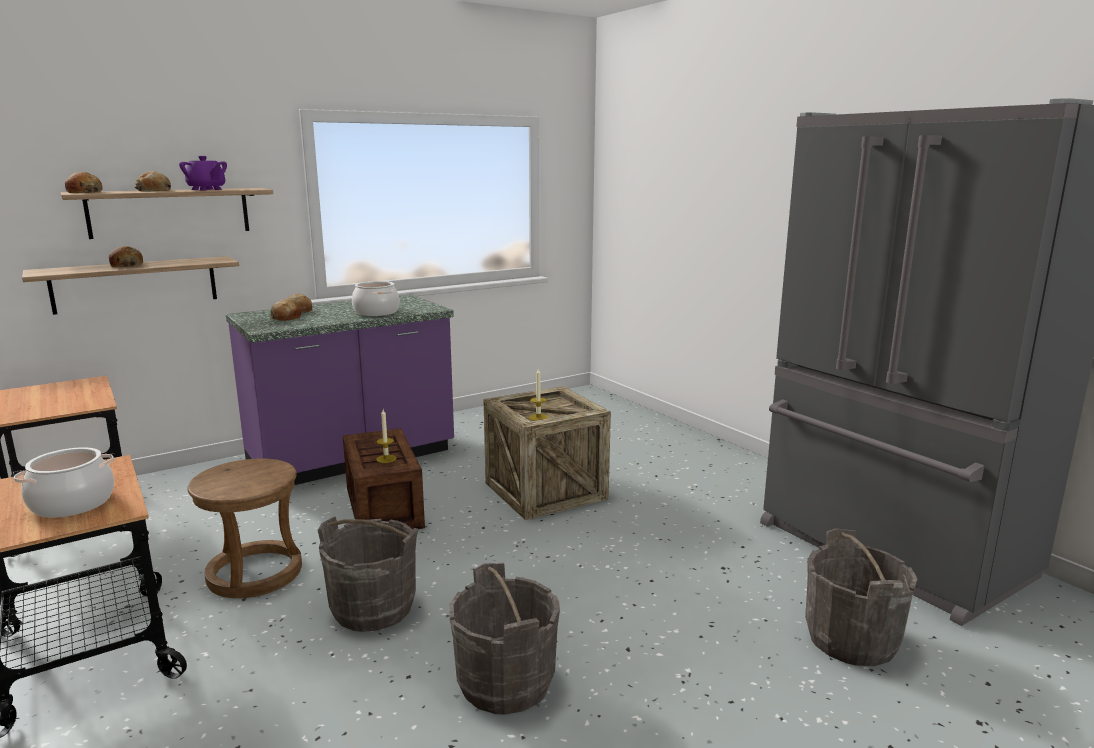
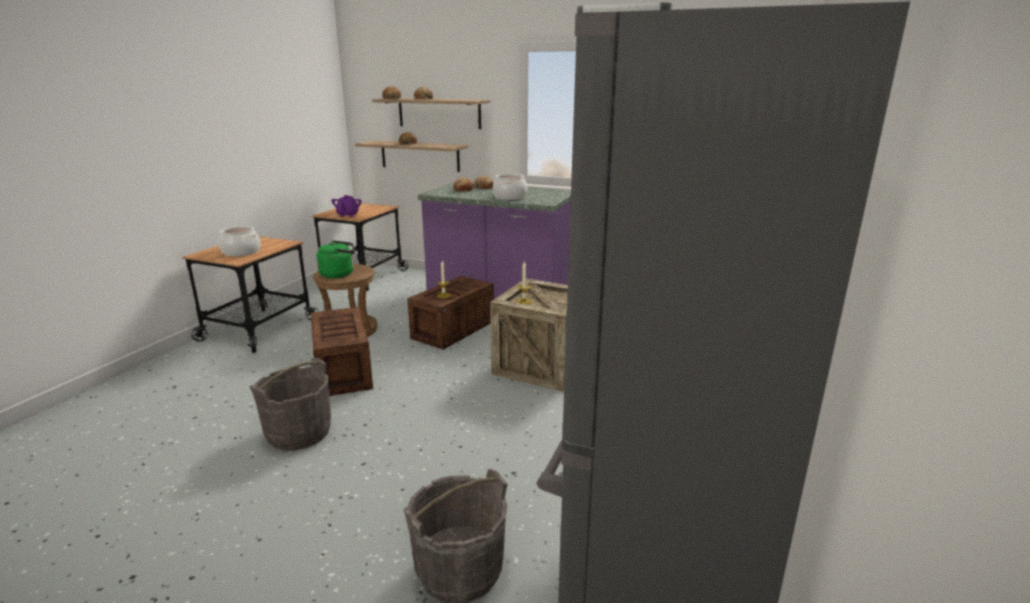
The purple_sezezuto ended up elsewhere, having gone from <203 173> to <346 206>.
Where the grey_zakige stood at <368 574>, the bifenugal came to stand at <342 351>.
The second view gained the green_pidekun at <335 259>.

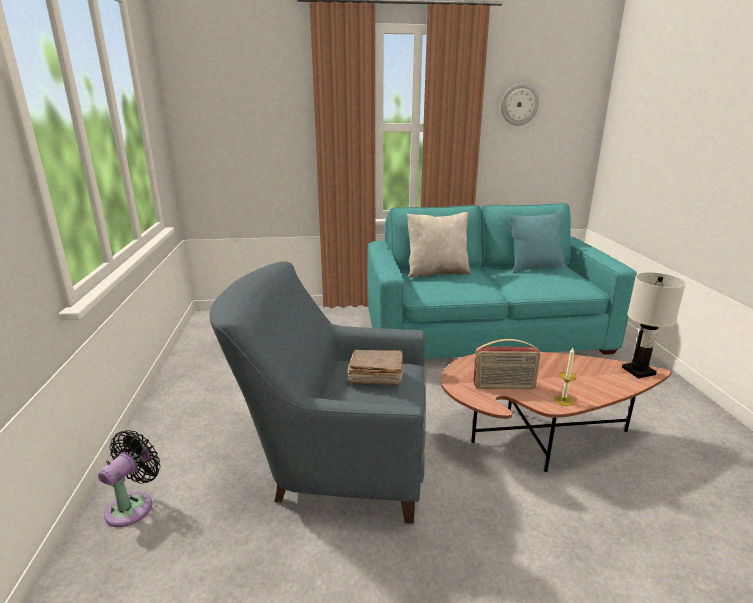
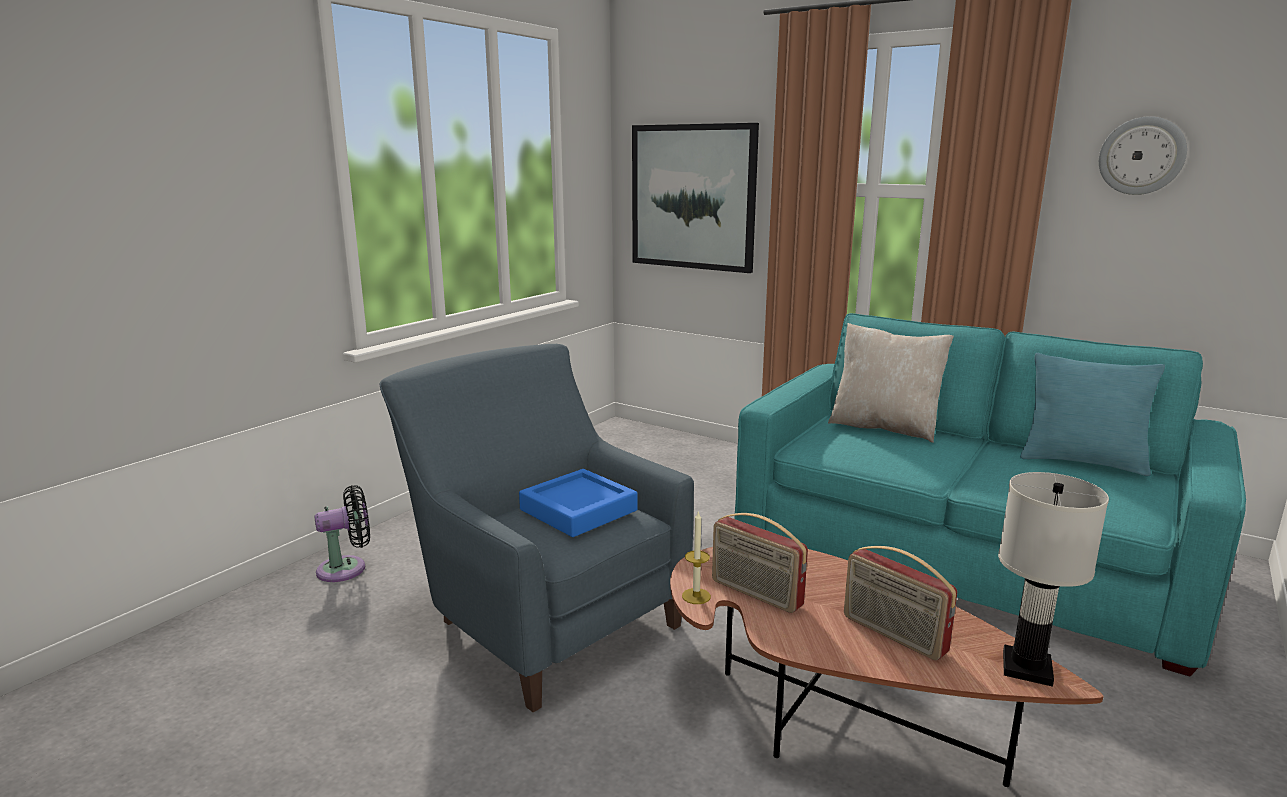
Where the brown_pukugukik stood at <375 367>, the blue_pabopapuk came to stand at <578 503>.
The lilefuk ended up elsewhere, having gone from <565 377> to <696 557>.
The second view gained the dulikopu at <695 198>.
The second view gained the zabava at <900 603>.

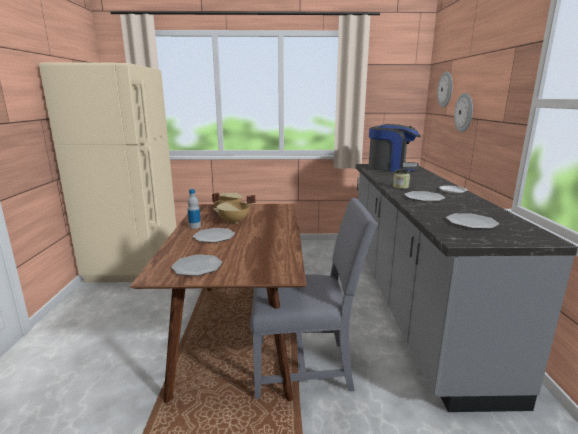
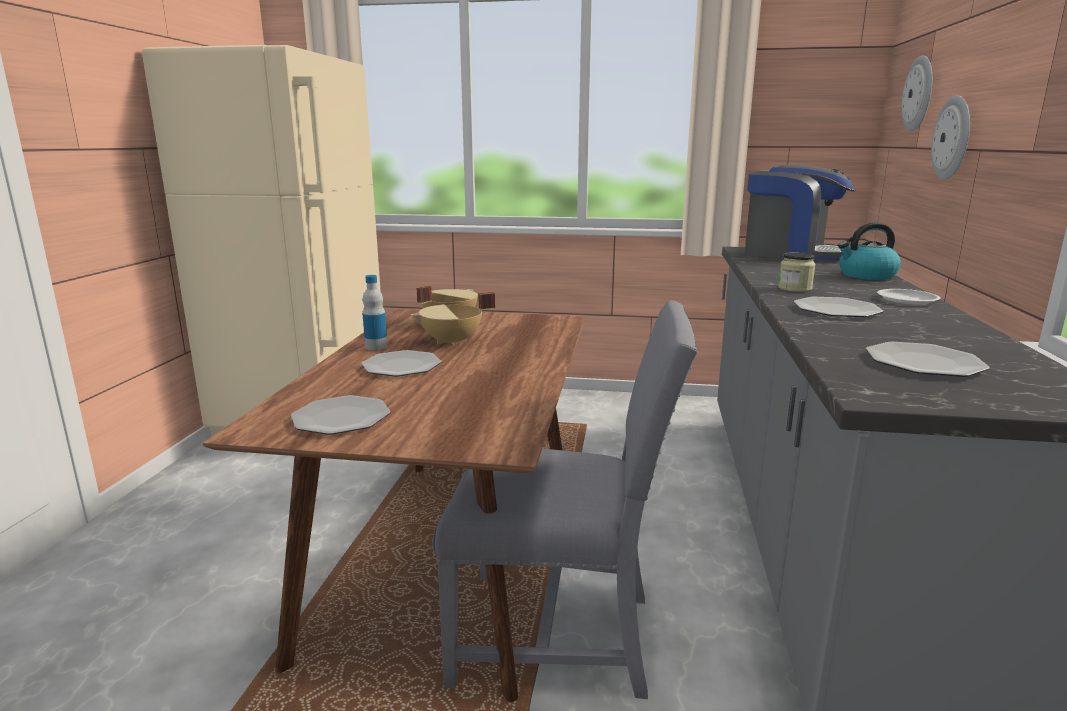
The second view gained the pidekun at <869 251>.

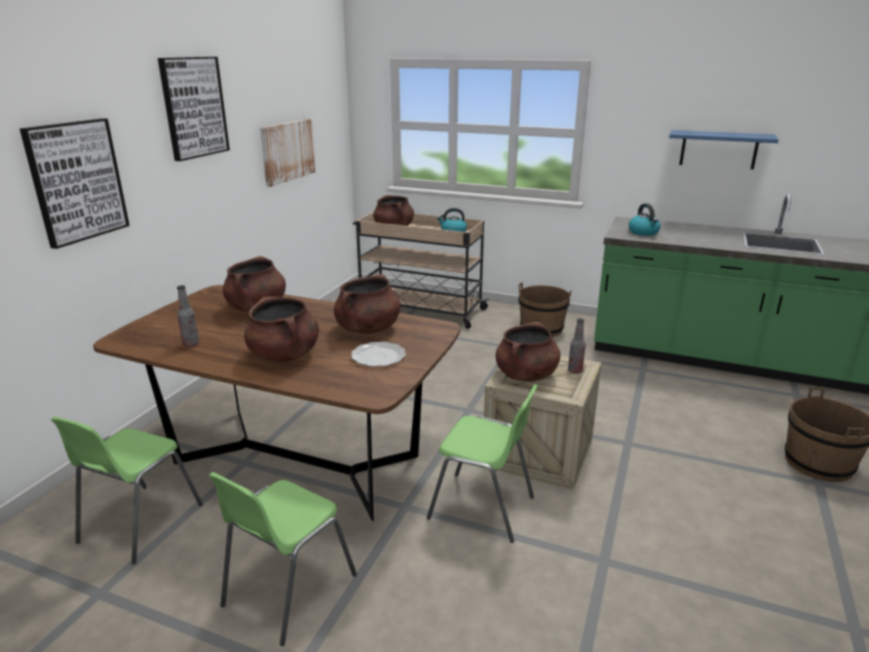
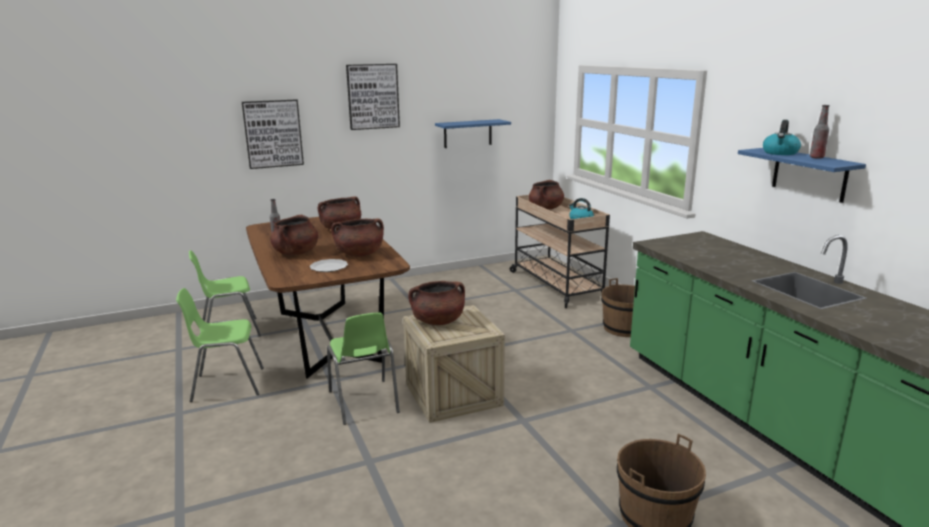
Where the dulikopu hung at <288 153>, the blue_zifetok came to hang at <473 133>.
The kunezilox ended up elsewhere, having gone from <577 346> to <820 132>.
The pidekun ended up elsewhere, having gone from <645 219> to <782 137>.

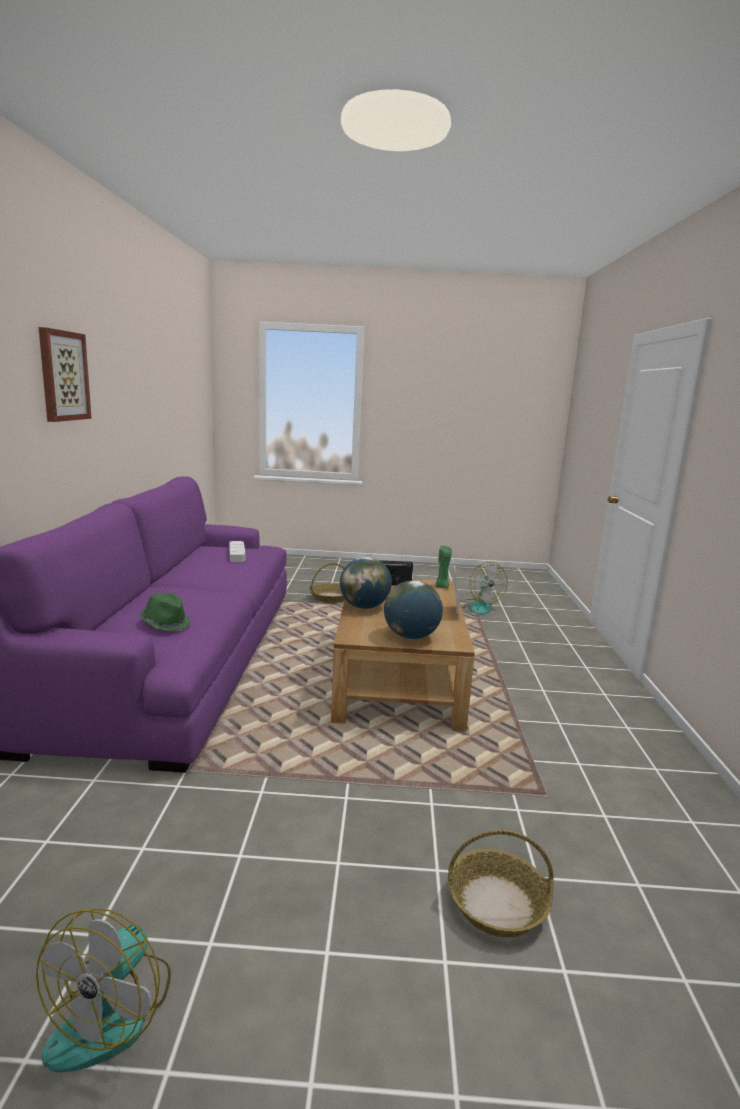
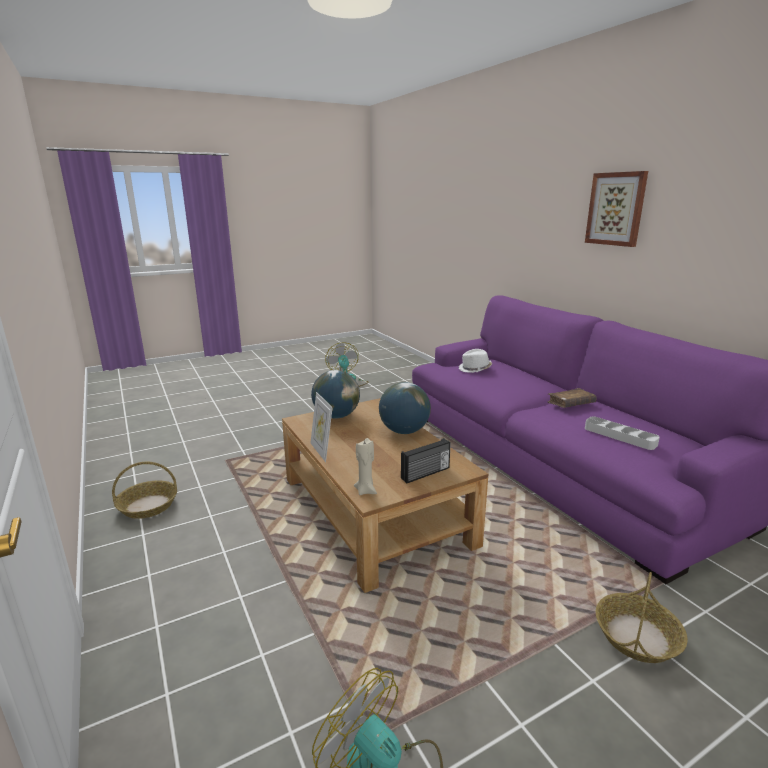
What was the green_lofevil at <165 612> turned into the white_lofevil at <475 361>.
What was the green_lilefuk at <443 567> turned into the beige_lilefuk at <365 466>.
The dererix ended up elsewhere, having gone from <500 884> to <144 490>.
The second view gained the brown_pukugukik at <572 398>.

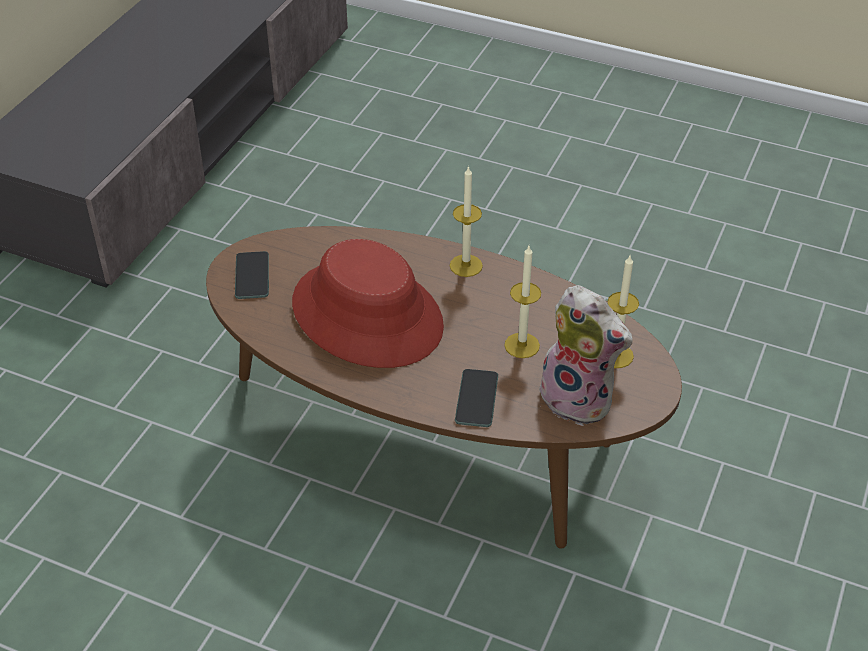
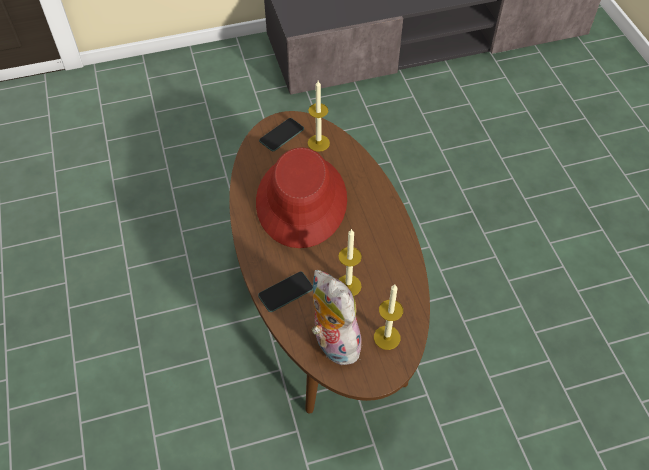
The lilefuk ended up elsewhere, having gone from <466 221> to <318 116>.
The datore at <583 355> ended up facing another way, 150 degrees clockwise from before.

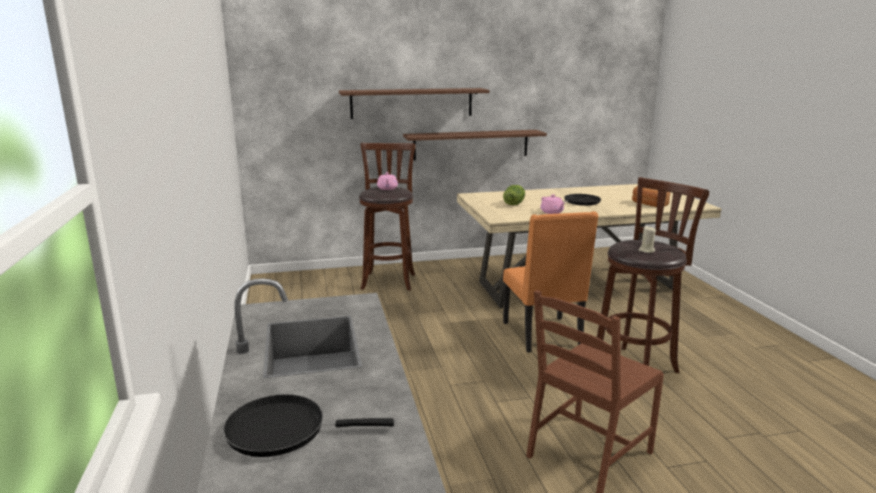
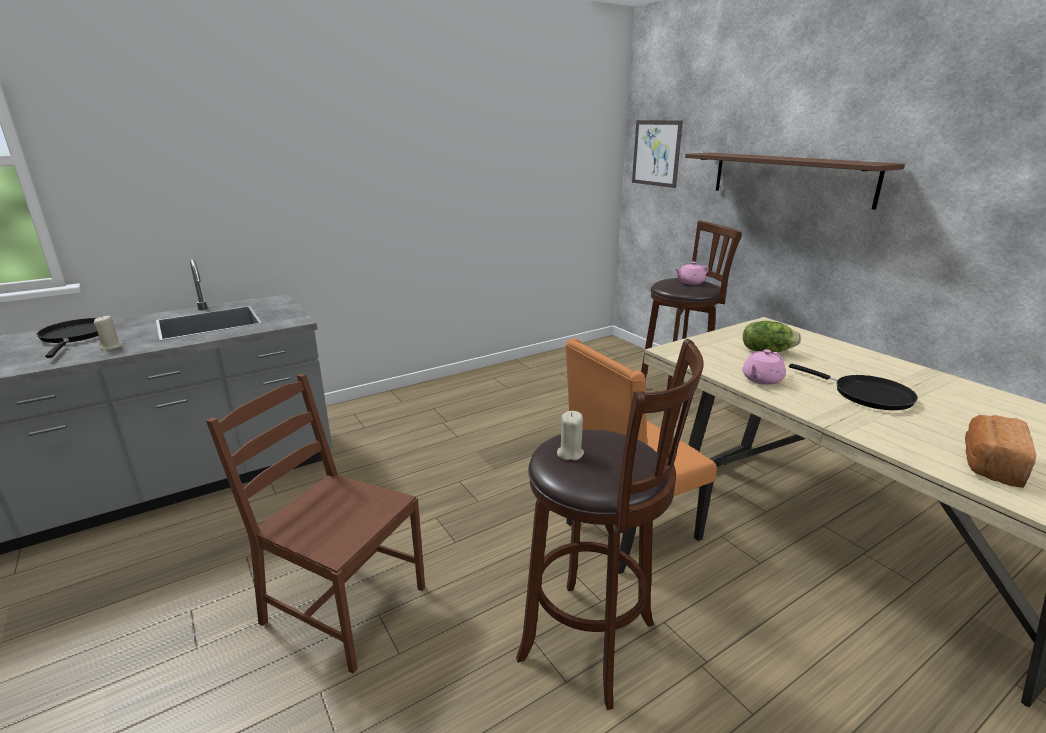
The second view lost the brown_zifetok at <475 145>.
The second view gained the beige_lilefuk at <108 332>.
The second view gained the dulikopu at <657 154>.

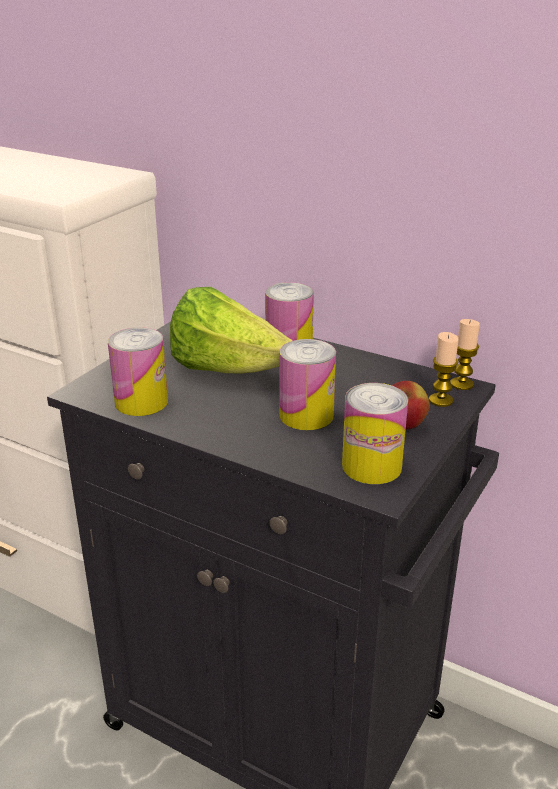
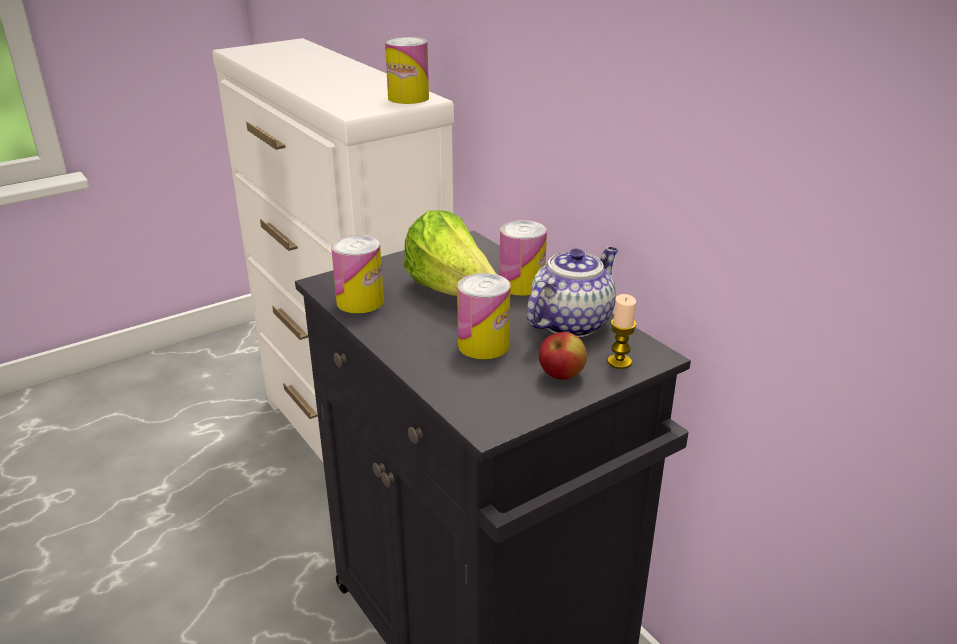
The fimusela ended up elsewhere, having gone from <375 433> to <407 70>.
The second view lost the lilefuk at <465 354>.
The second view gained the sezezuto at <572 292>.

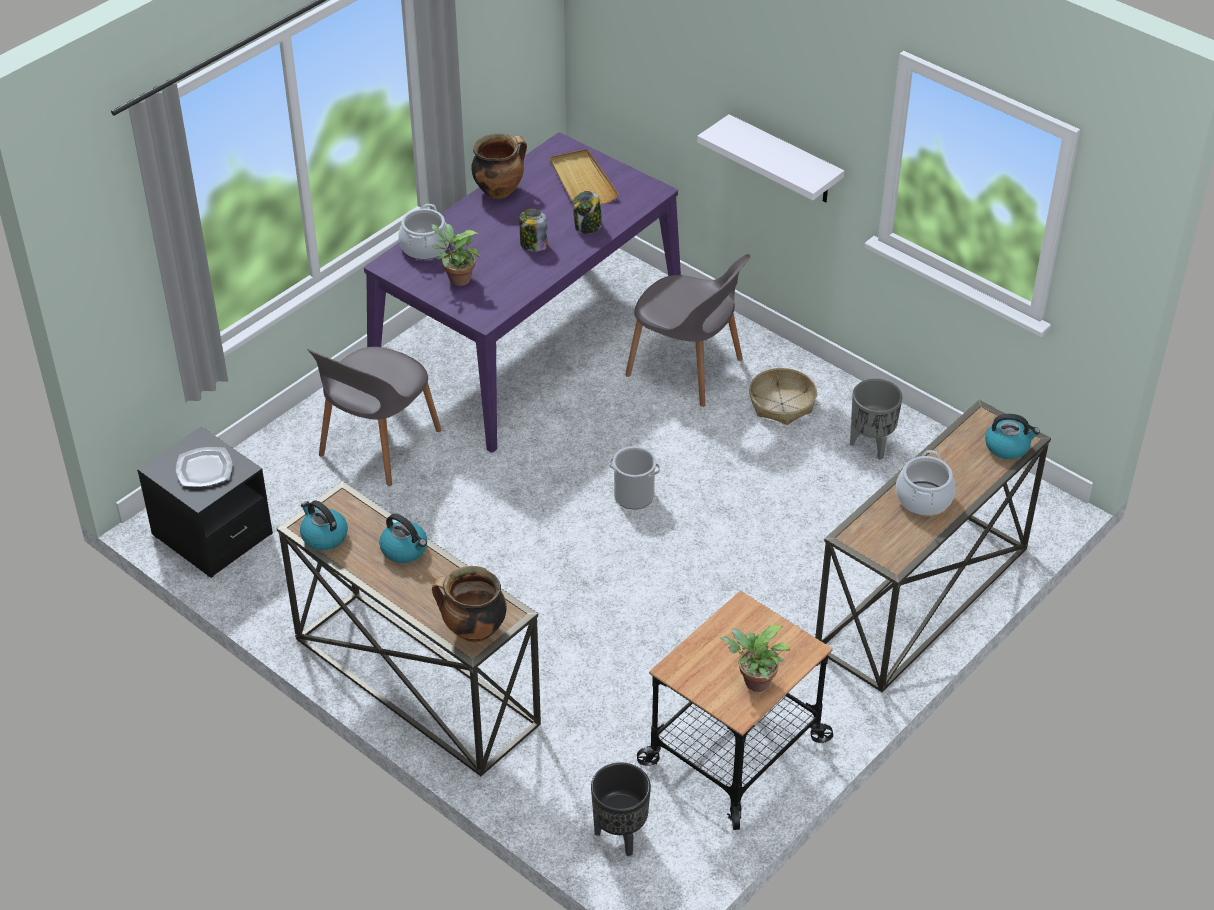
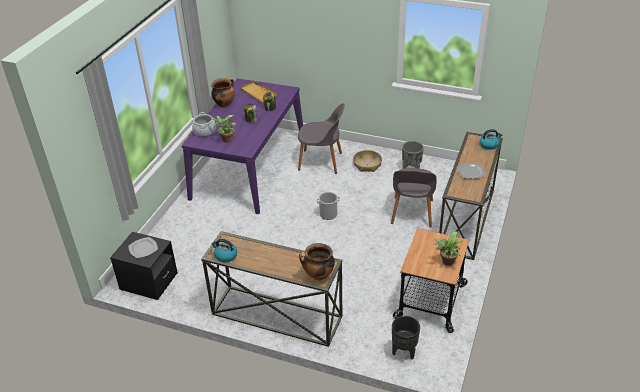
The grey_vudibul ended up elsewhere, having gone from <374 416> to <414 198>.
The second view lost the pidekun at <403 538>.
The second view lost the white_zifetok at <770 158>.
Where the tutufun stood at <925 483>, the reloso came to stand at <471 171>.

